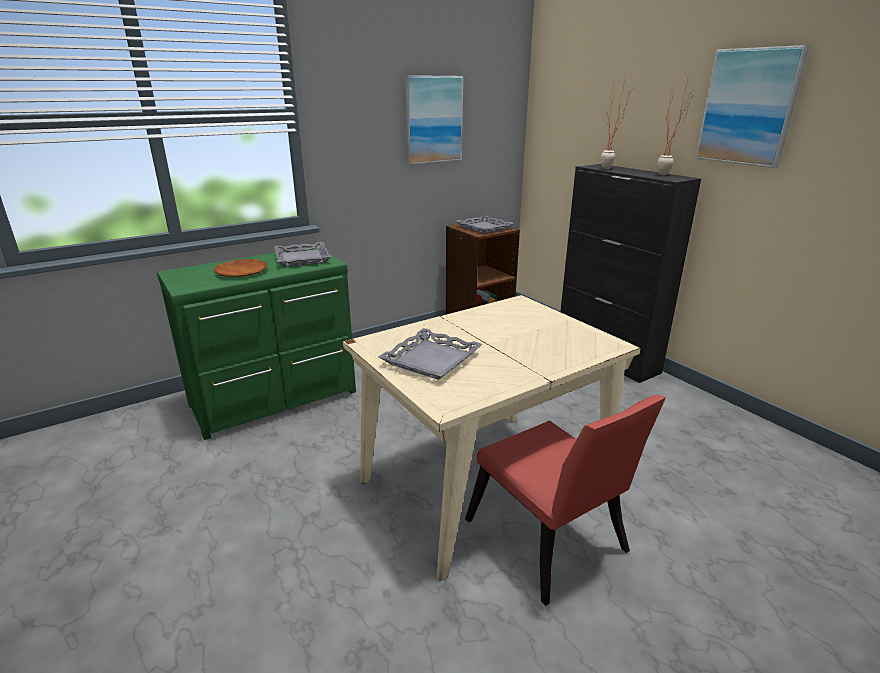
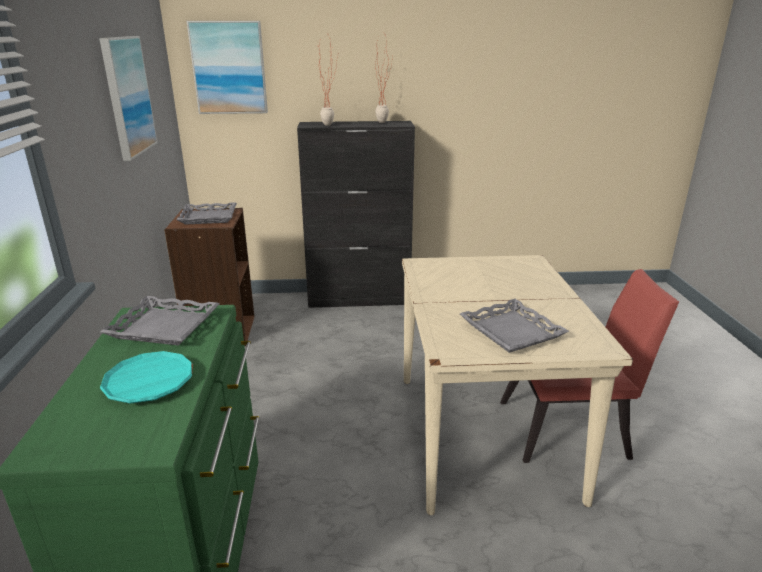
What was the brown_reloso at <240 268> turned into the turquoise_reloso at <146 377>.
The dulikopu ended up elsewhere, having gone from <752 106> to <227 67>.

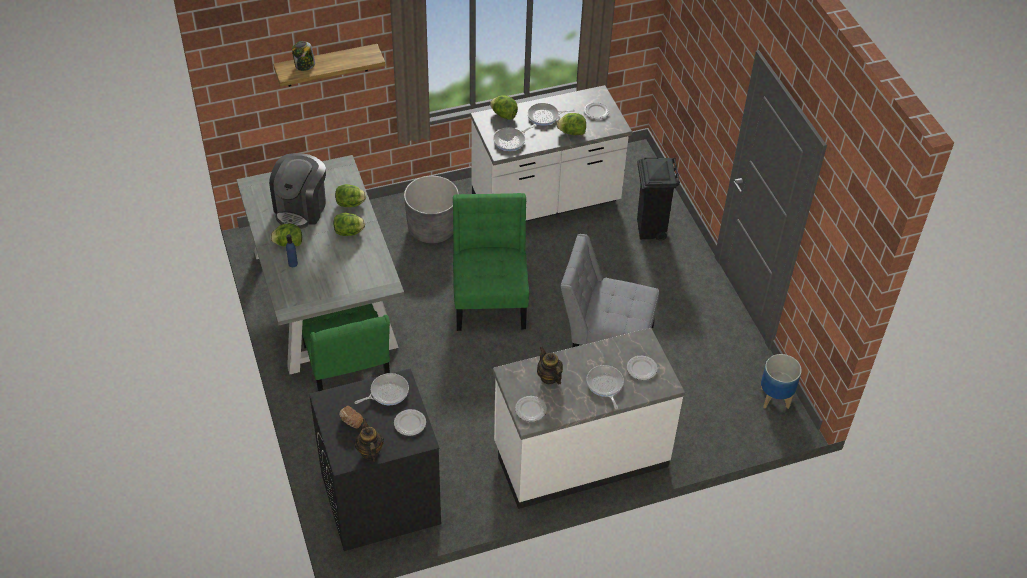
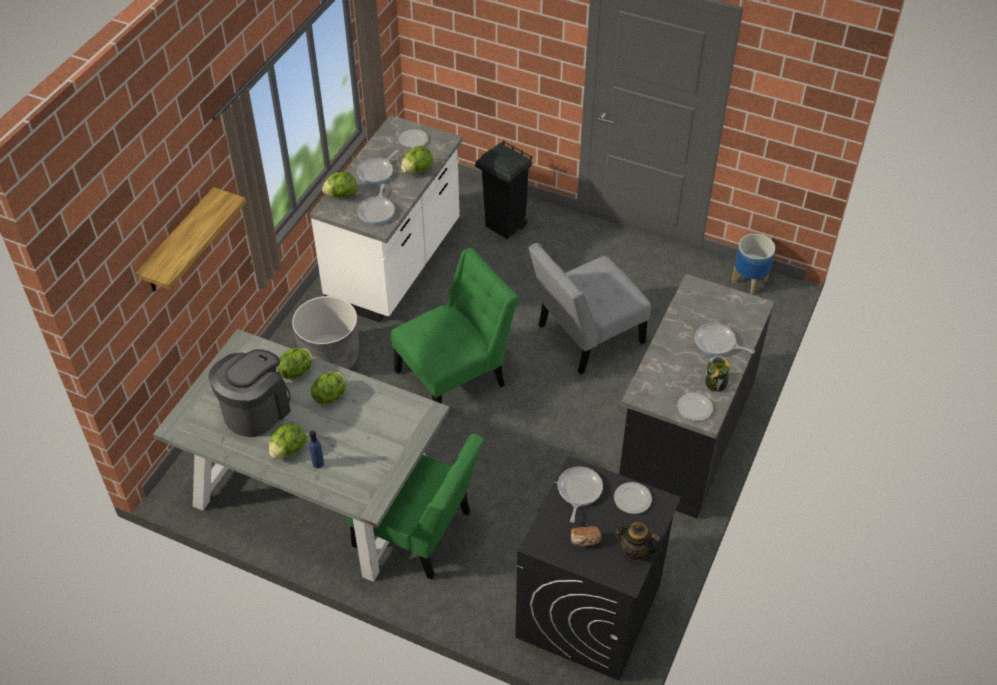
The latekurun at <297 191> ended up facing another way, 120 degrees counterclockwise from before.
The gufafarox ended up elsewhere, having gone from <303 56> to <717 374>.
The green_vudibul at <491 262> ended up facing another way, 105 degrees clockwise from before.
What was the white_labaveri at <589 418> turned into the black_labaveri at <696 396>.
The second view lost the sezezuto at <550 366>.
The second view lost the reloso at <642 368>.

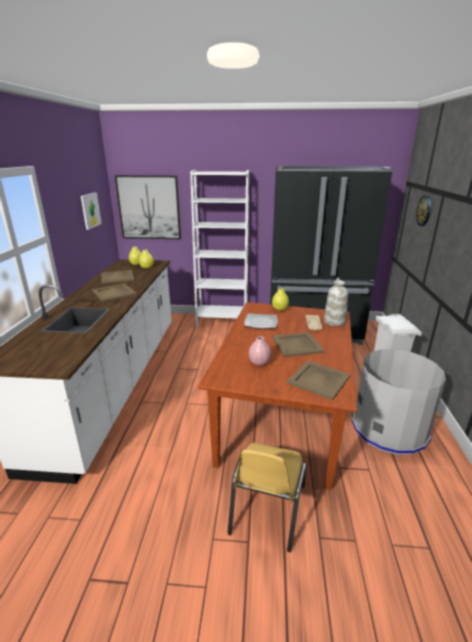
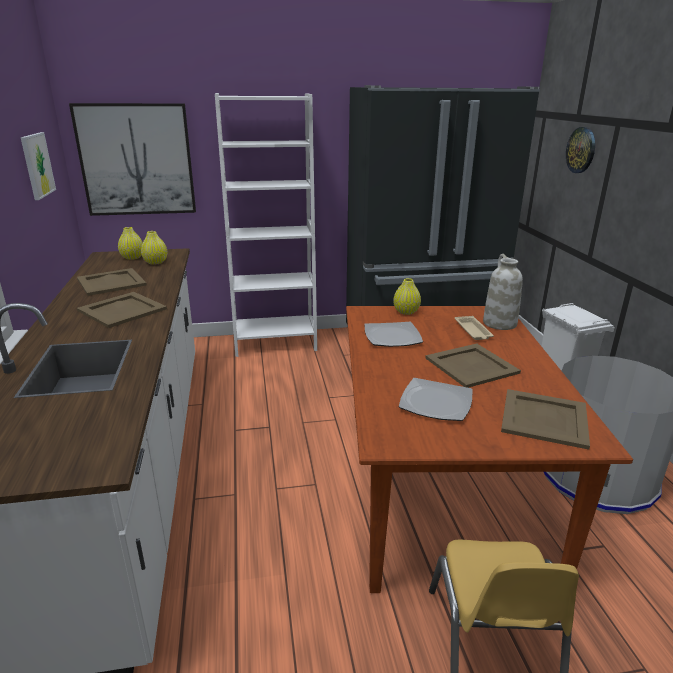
Where the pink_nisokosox stood at <260 351>, the reloso came to stand at <435 399>.

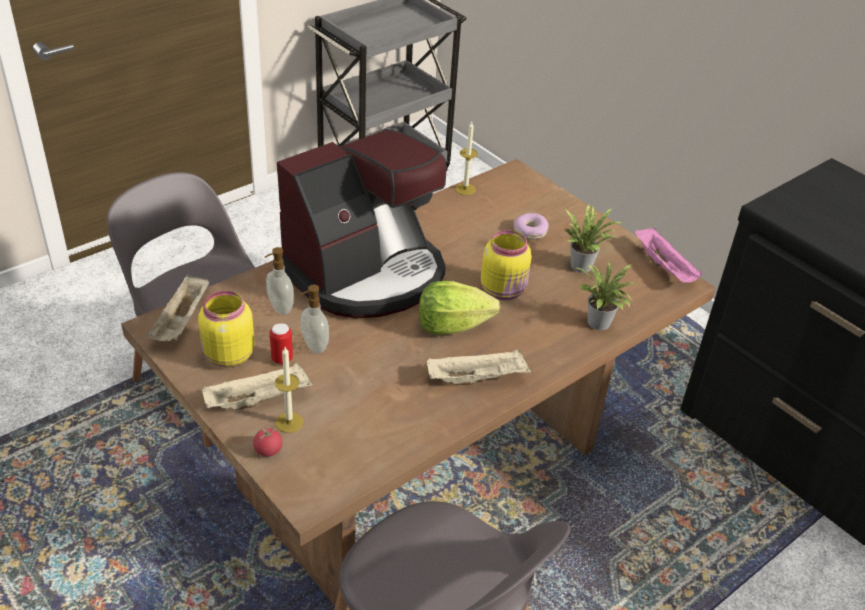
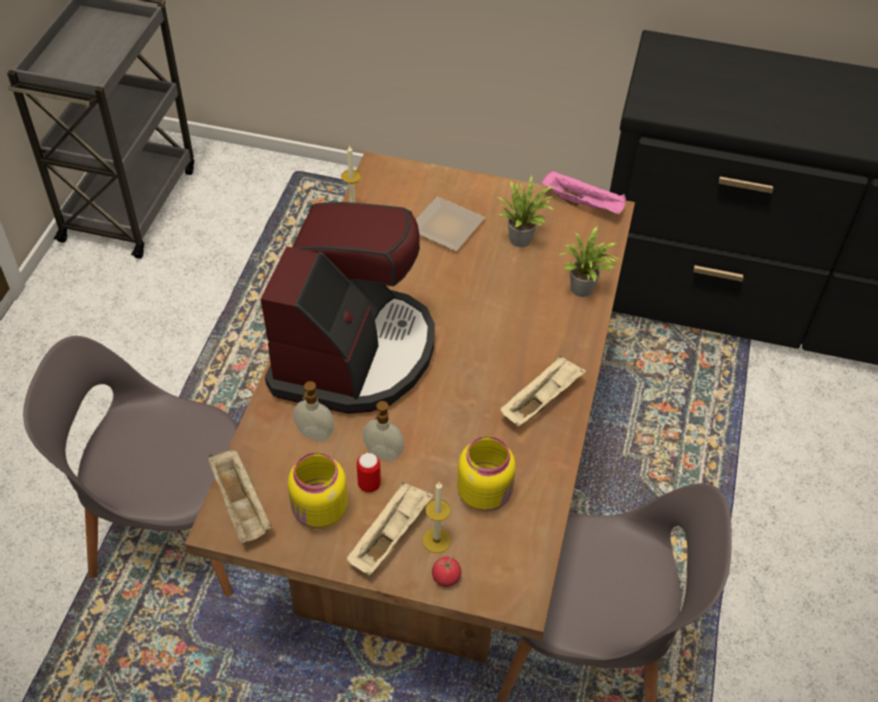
The second view lost the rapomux at <459 308>.
The yellow_gufafarox ended up elsewhere, having gone from <506 265> to <486 474>.
Where the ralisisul stood at <530 226>, the reloso came to stand at <450 224>.

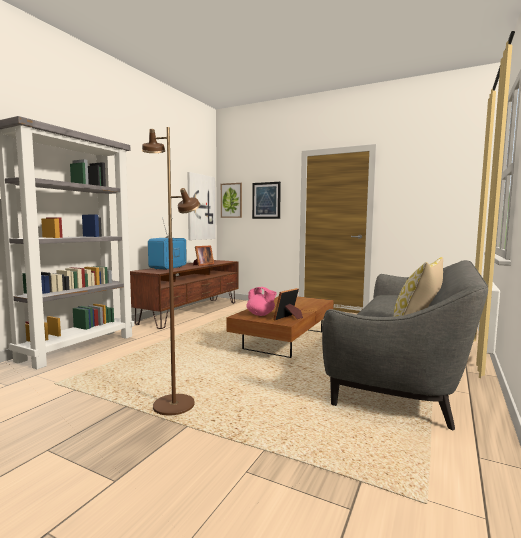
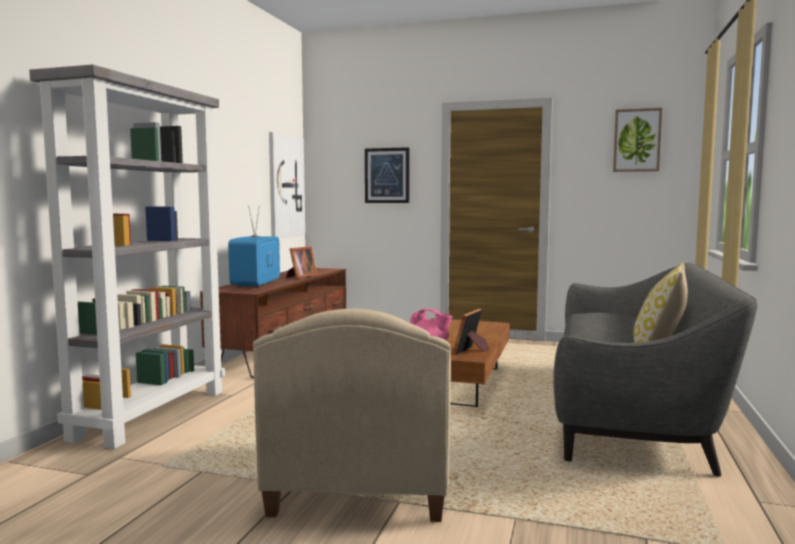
Where the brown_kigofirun stood at <171 271>, the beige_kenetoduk came to stand at <352 415>.
The dulikopu ended up elsewhere, having gone from <231 200> to <637 140>.

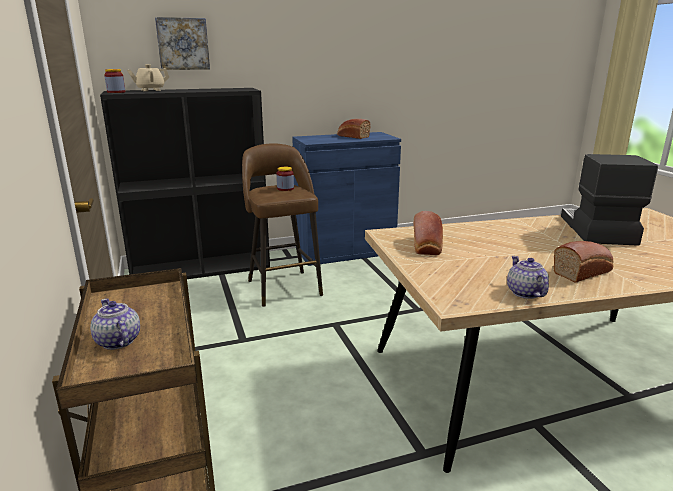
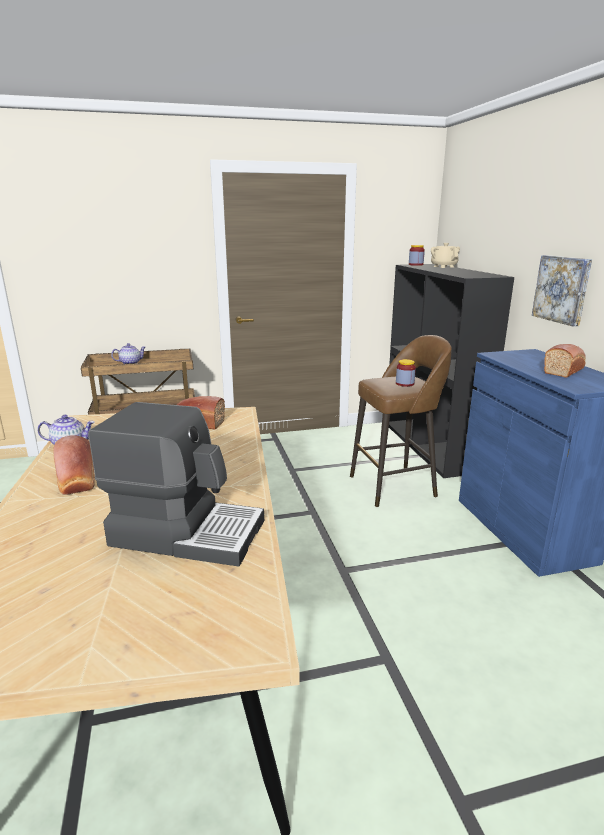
The dulikopu ended up elsewhere, having gone from <182 43> to <562 290>.

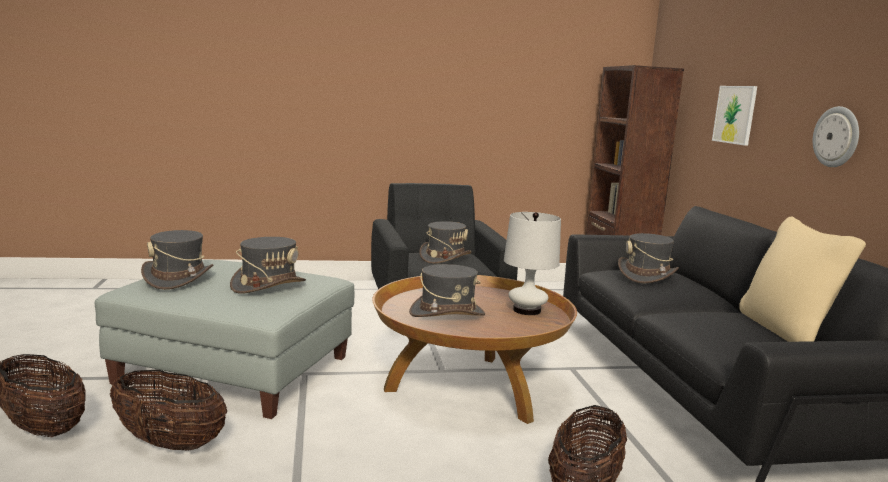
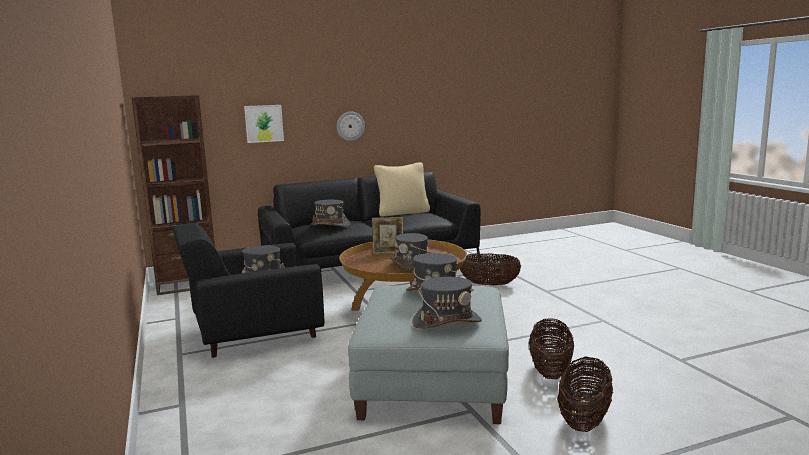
Where the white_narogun stood at <532 263>, the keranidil came to stand at <387 235>.

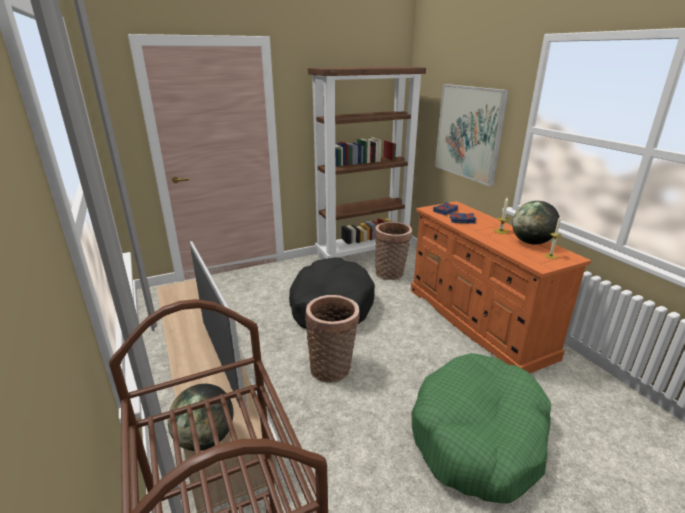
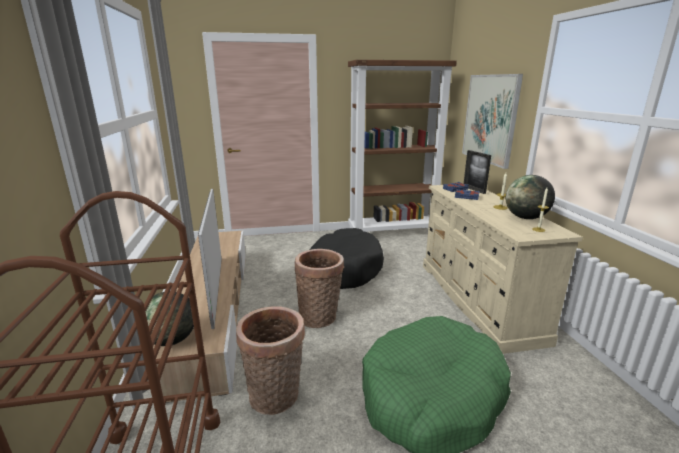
The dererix ended up elsewhere, having gone from <393 251> to <270 360>.
What was the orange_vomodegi at <501 287> turned into the beige_vomodegi at <503 269>.
The second view gained the keranidil at <477 172>.

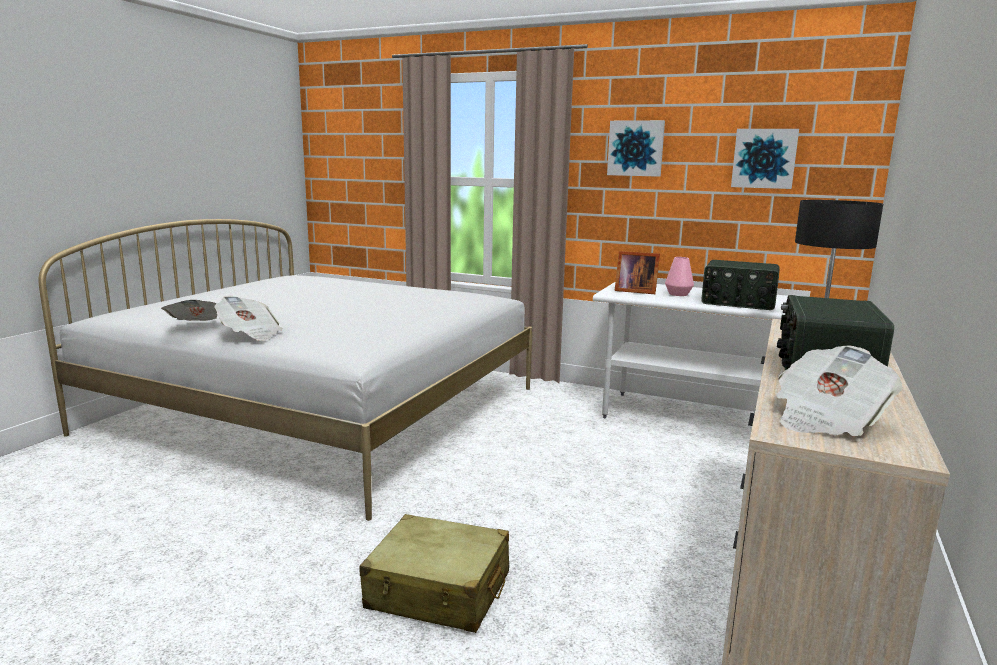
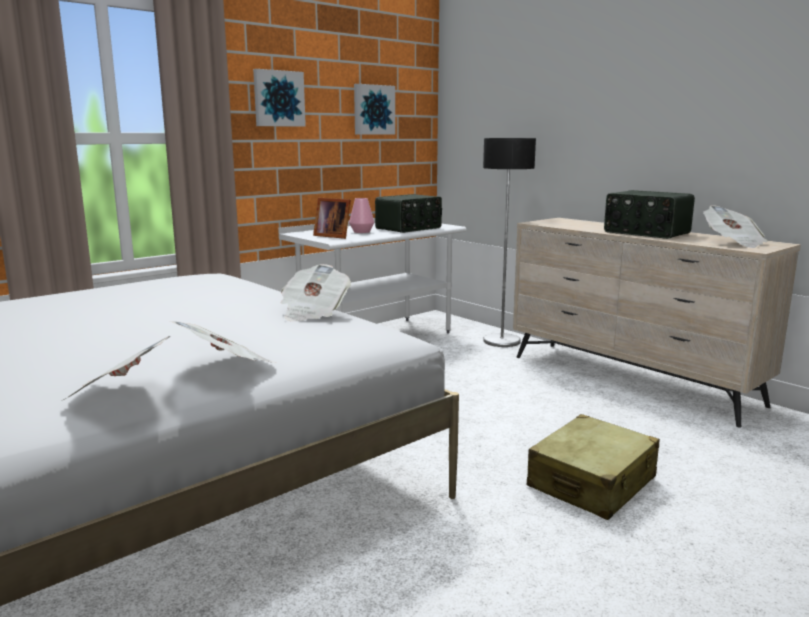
The keranidil at <637 272> ended up facing another way, 75 degrees clockwise from before.
The second view gained the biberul at <316 293>.

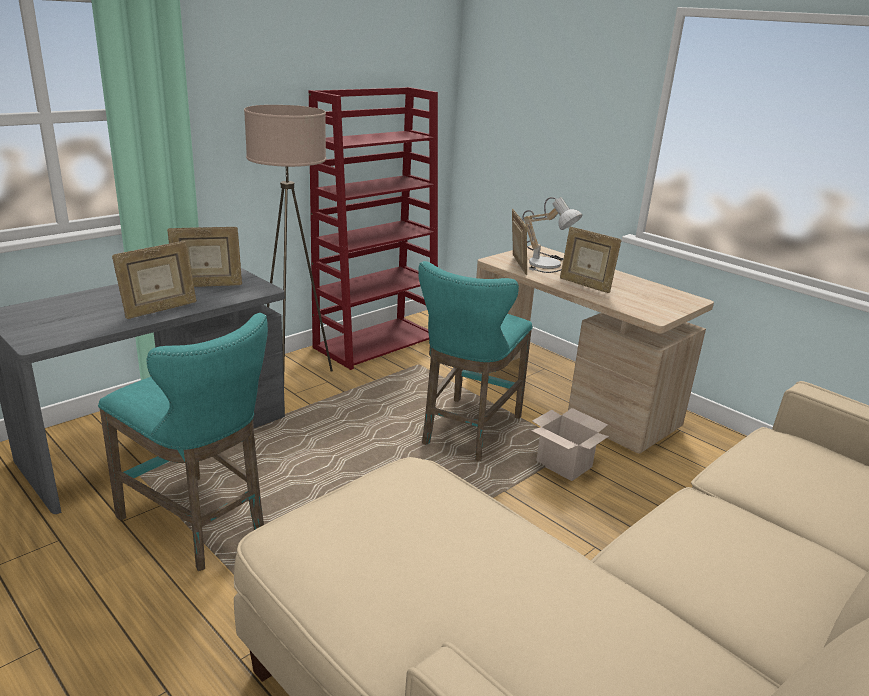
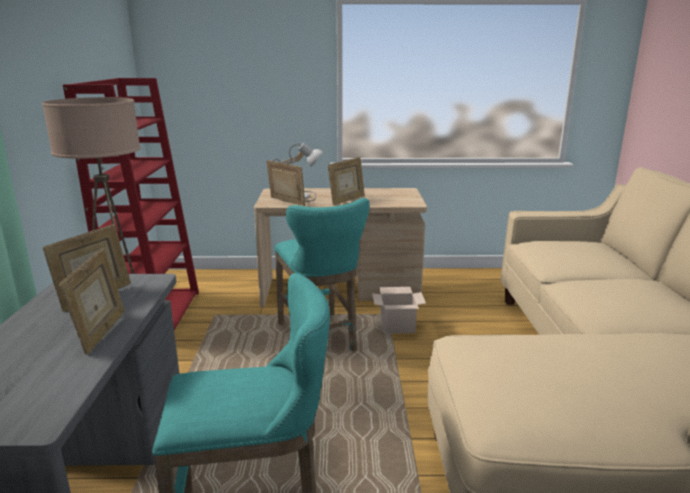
The keranidil at <590 260> ended up facing another way, 45 degrees counterclockwise from before.

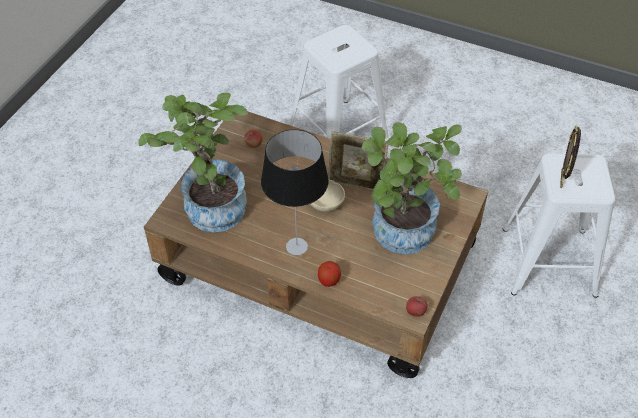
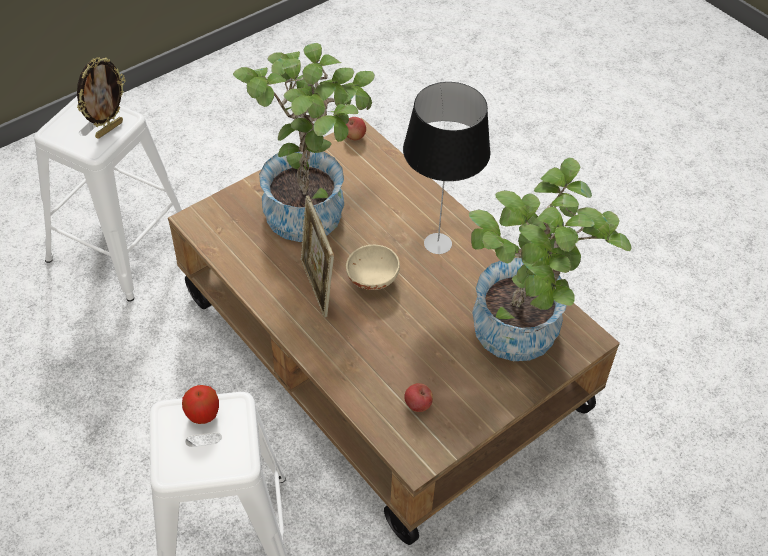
The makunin ended up elsewhere, having gone from <329 274> to <200 404>.
The keranidil at <358 161> ended up facing another way, 150 degrees counterclockwise from before.

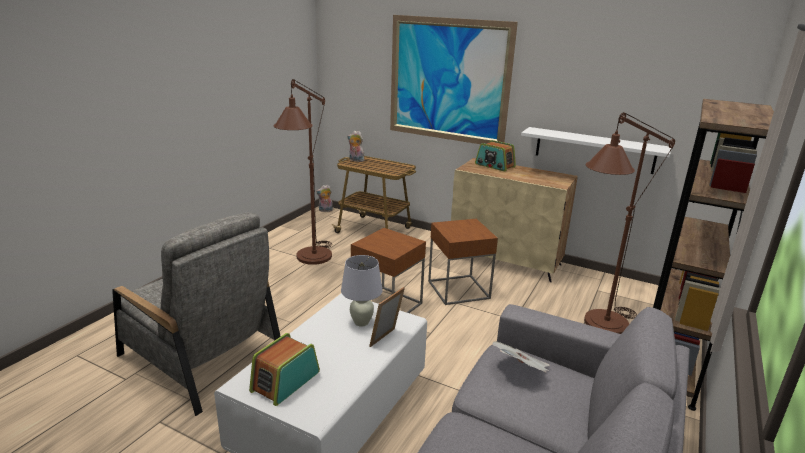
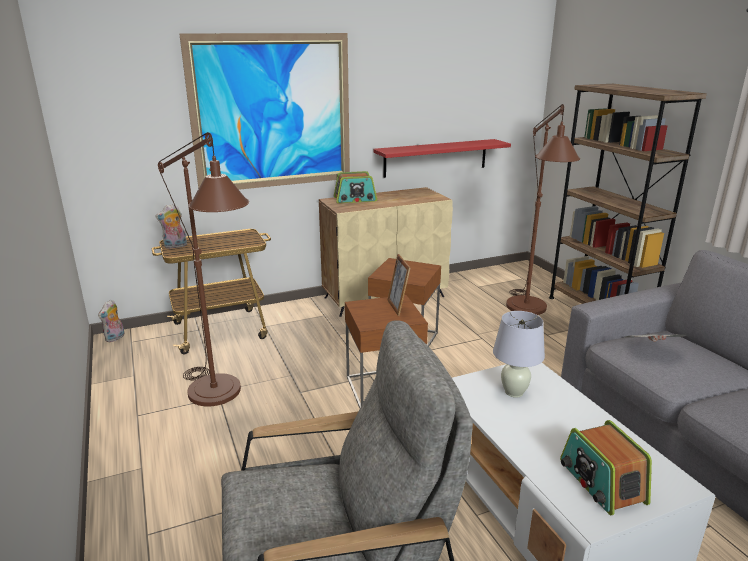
The keranidil ended up elsewhere, having gone from <387 317> to <399 285>.
What was the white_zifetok at <596 150> turned into the red_zifetok at <442 158>.

